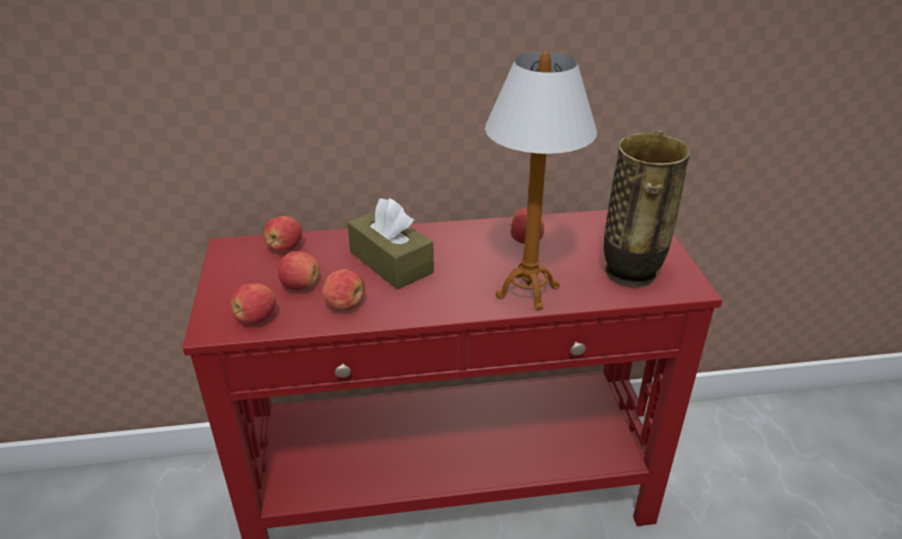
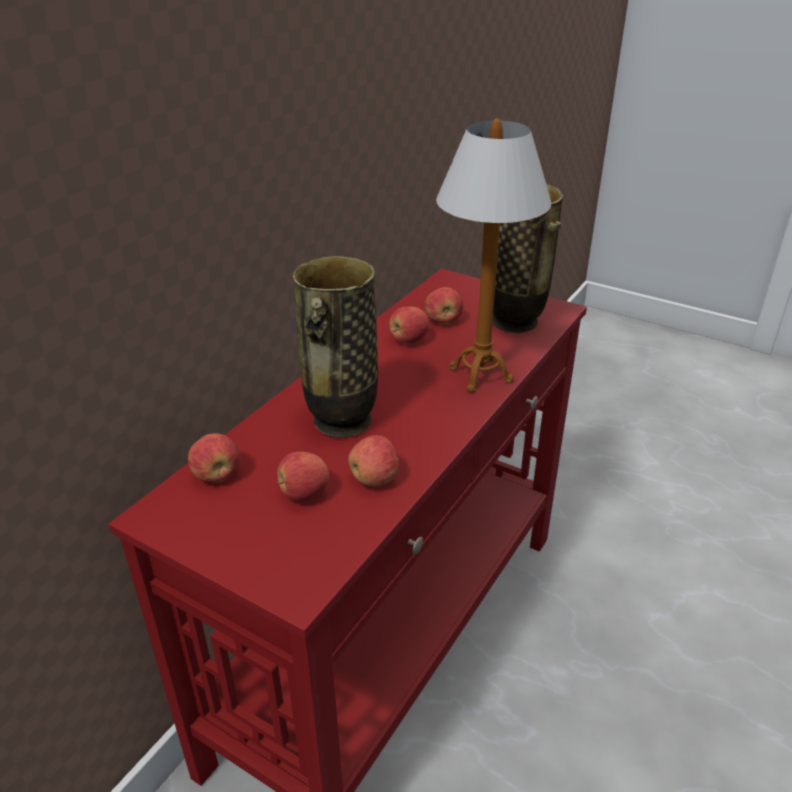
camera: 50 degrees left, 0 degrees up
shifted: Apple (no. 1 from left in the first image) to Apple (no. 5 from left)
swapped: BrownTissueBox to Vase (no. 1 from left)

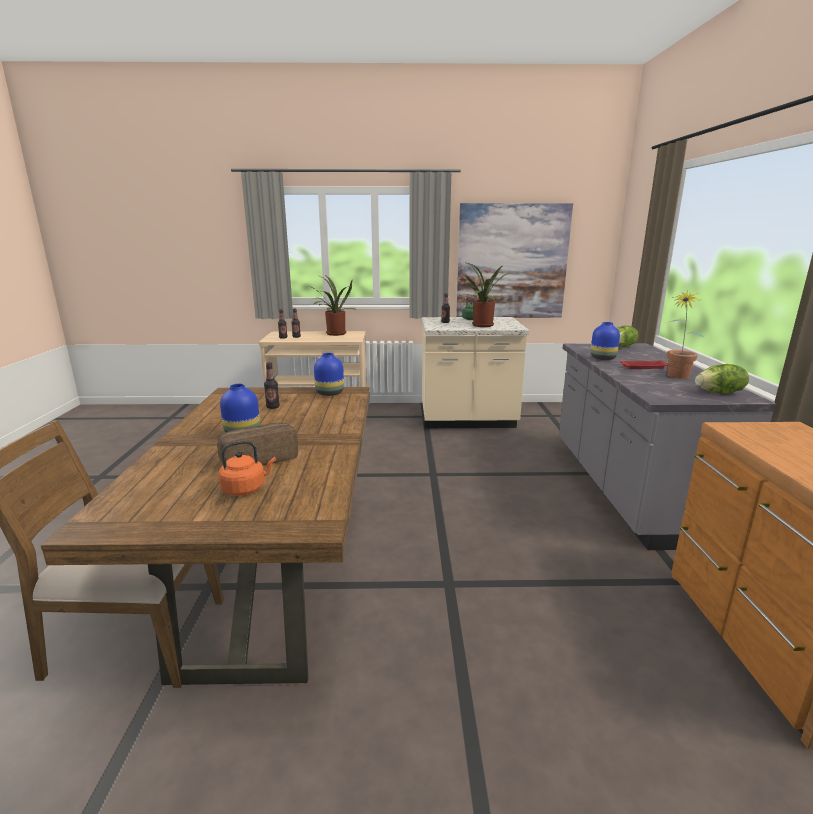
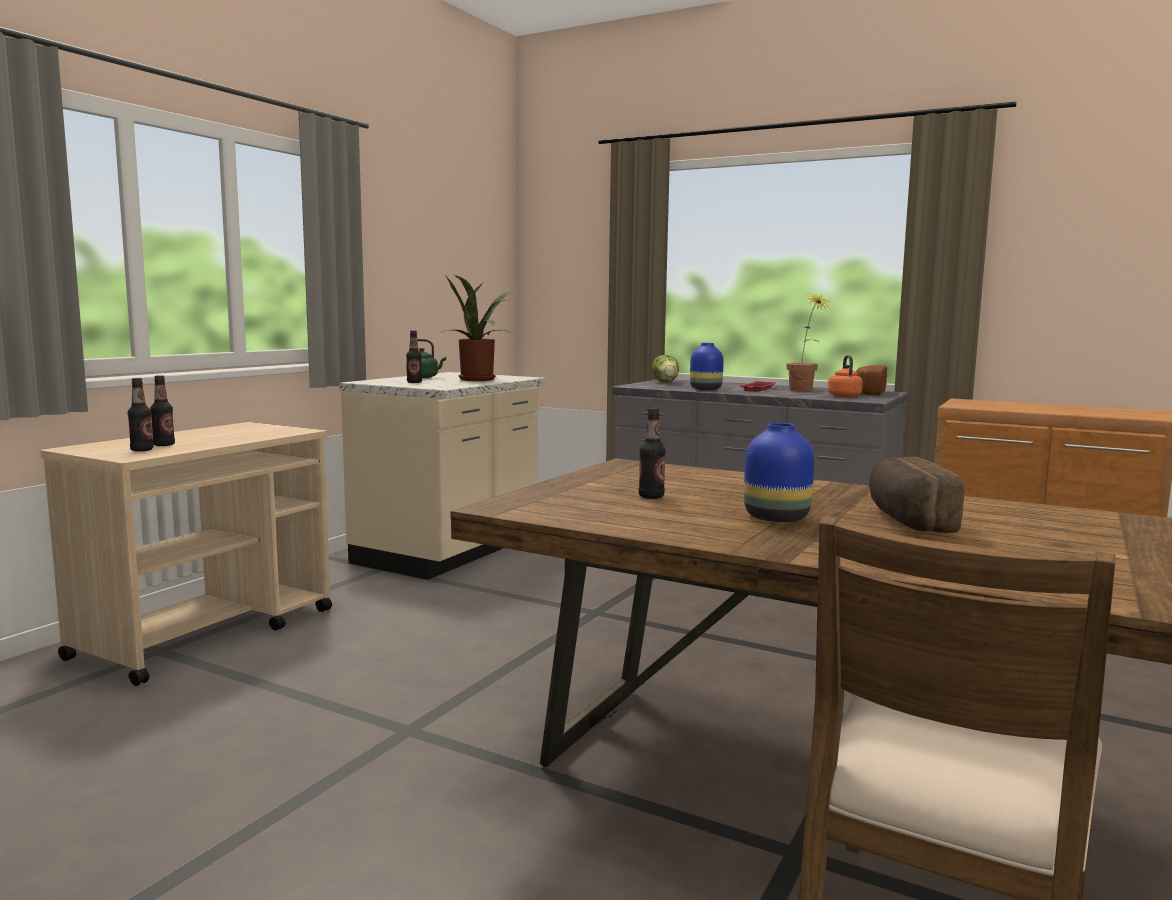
camera: 60 degrees left, 10 degrees down
gone: PottedPlant (no. 1 from left); BlueVase (no. 2 from left); Picture
shifted: OrangeKettle
swapped: Lettuce (no. 2 from left) to Bread (no. 1 from left)

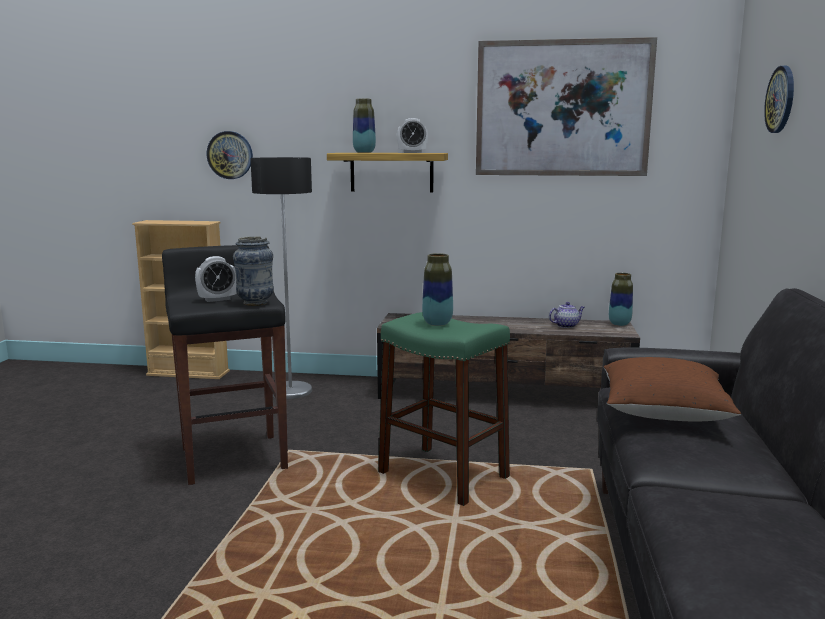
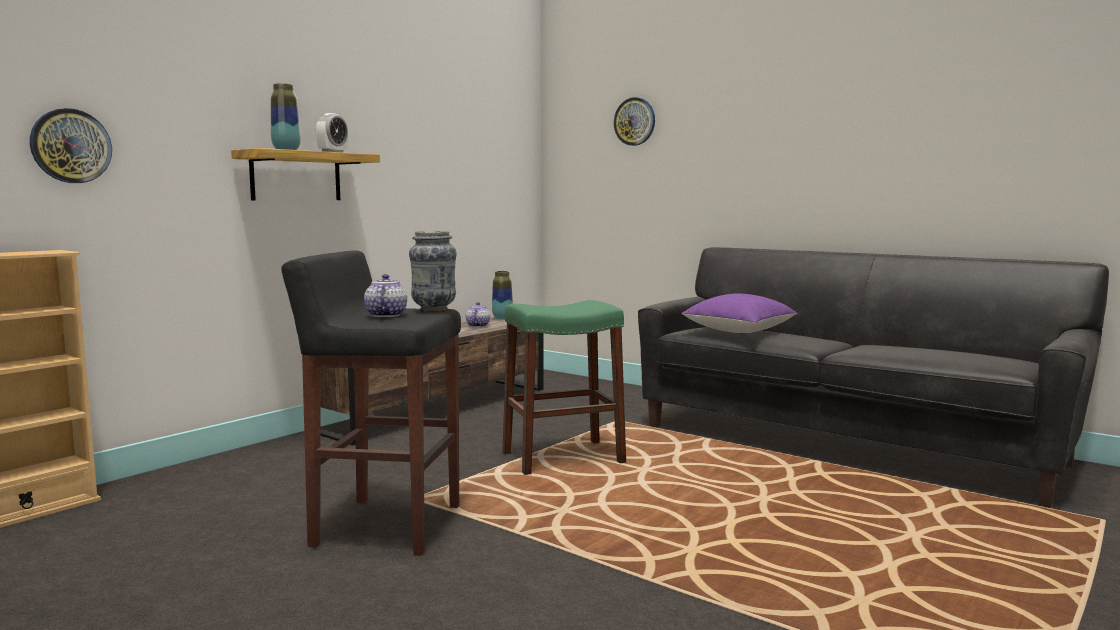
camera: 60 degrees left, 5 degrees down
gone: FloorLamp; Vase (no. 3 from left); Picture
swapped: AlarmClock (no. 1 from left) to Teapot (no. 1 from left)
repainted: BrownPillow to PurplePillow

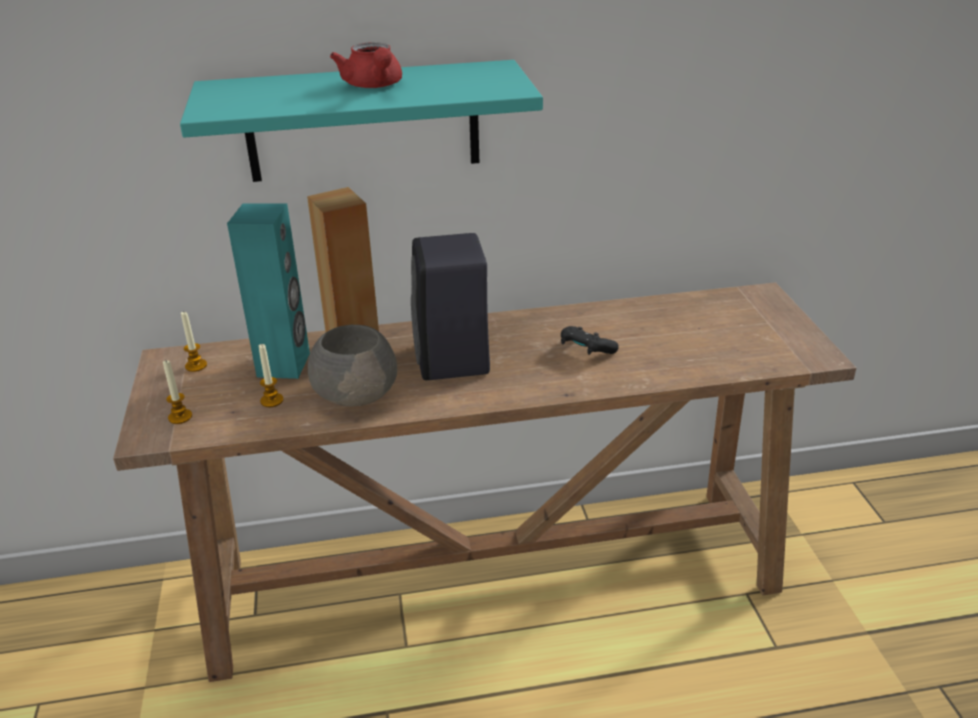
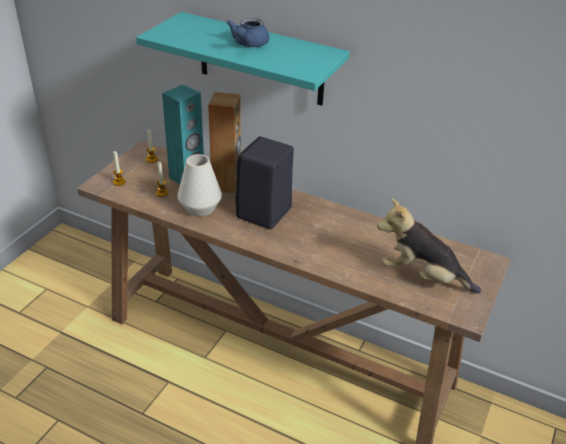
camera: 35 degrees right, 5 degrees up
gone: BlackGameController
new: PlushToy
swapped: GreyBowl to WhiteVase
repainted: RedTeapot to BlueTeapot

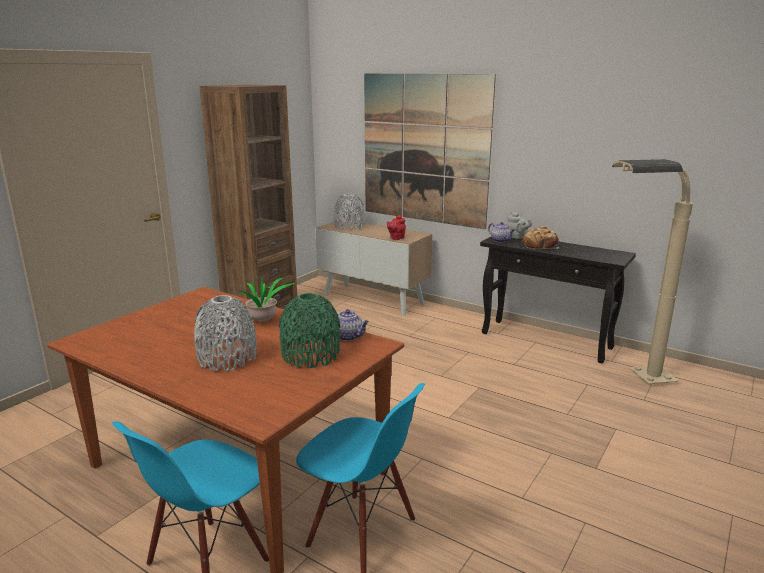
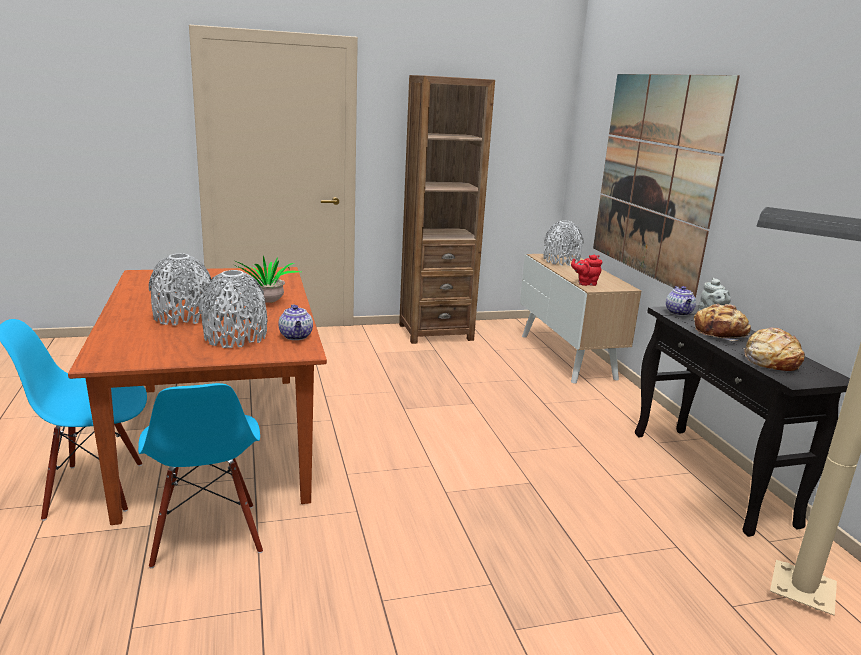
camera: 40 degrees right, 0 degrees up
new: Bread (no. 2 from left)
repainted: GreenVase to GreyVase (no. 2 from left)

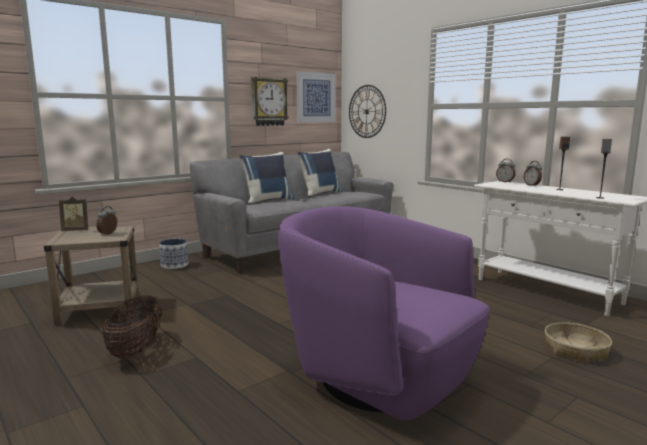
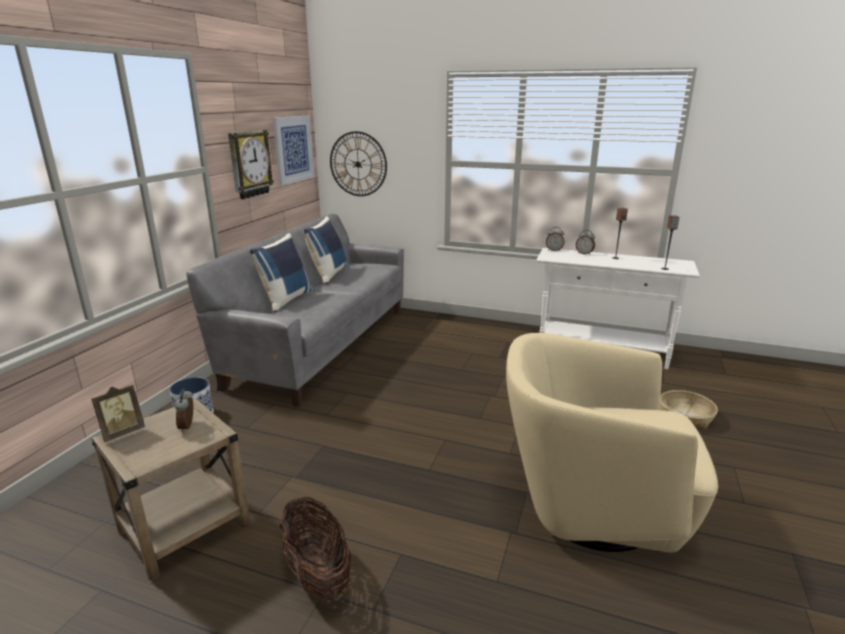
camera: 30 degrees left, 10 degrees up
repainted: PurpleArmchair to BeigeArmchair

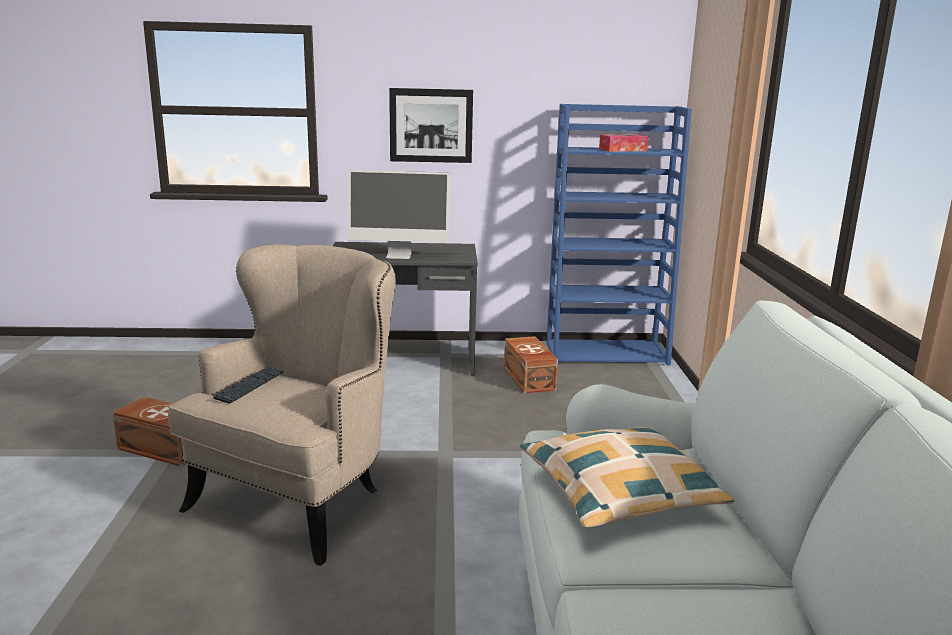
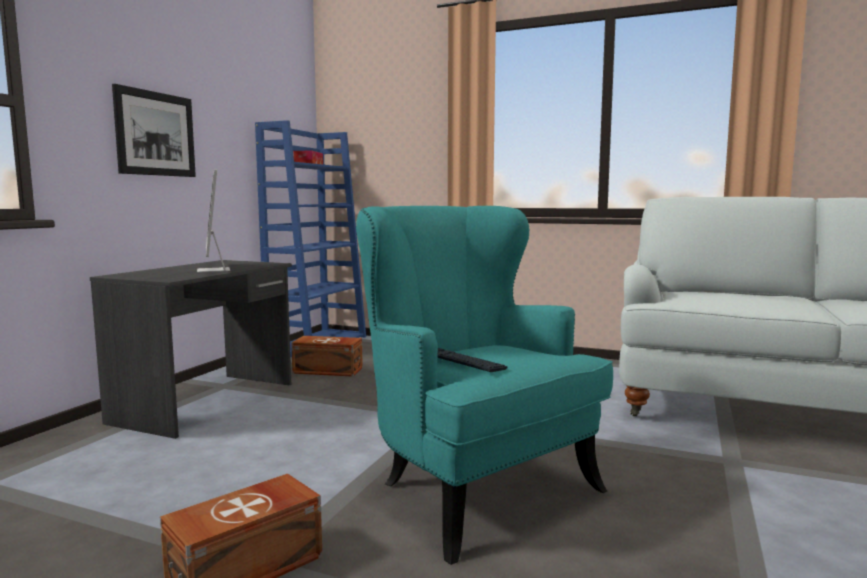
camera: 65 degrees left, 10 degrees down
gone: Pillow
repainted: BeigeArmchair to TurquoiseArmchair
rotated: Monitor 135 degrees clockwise

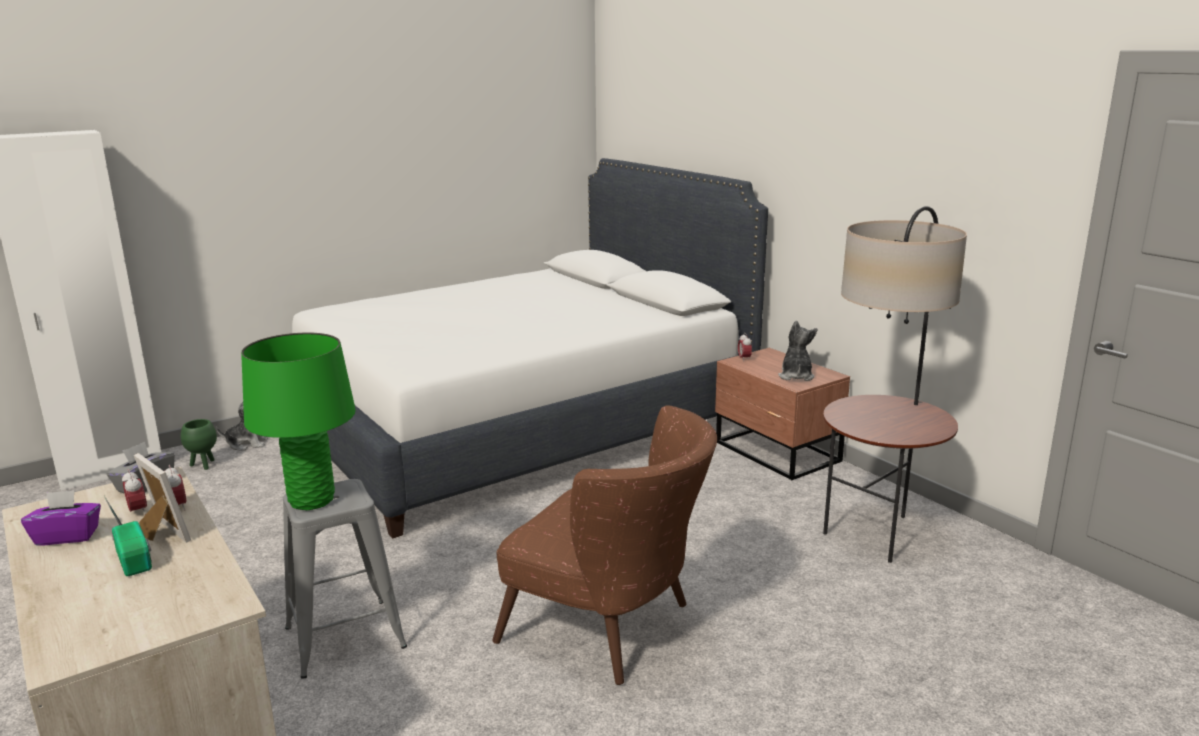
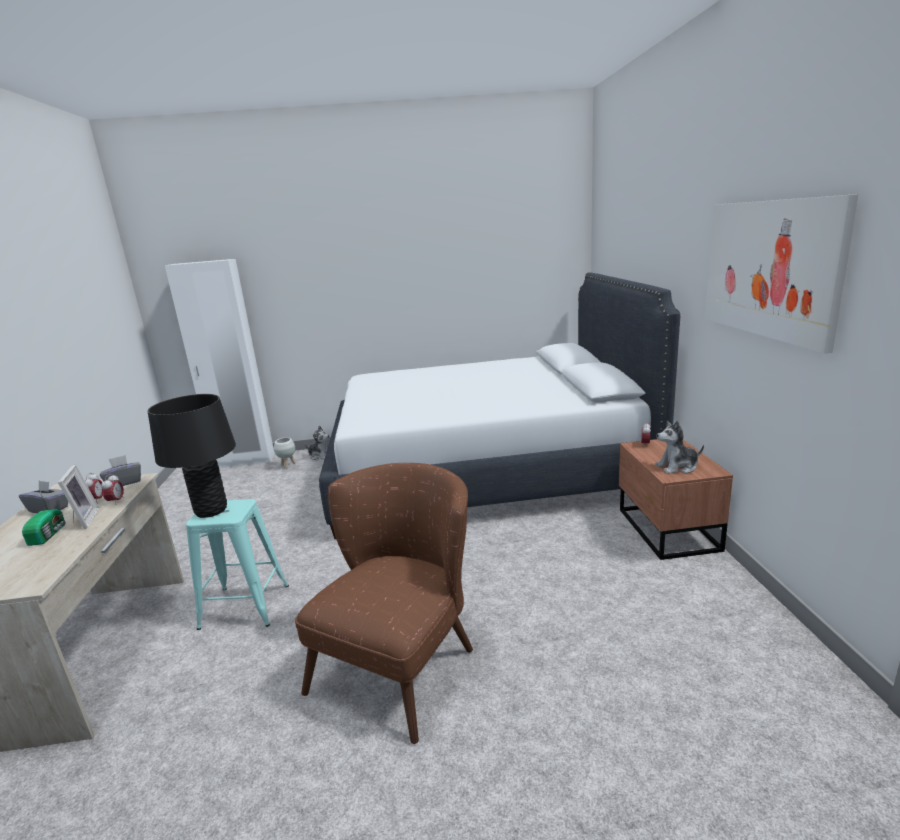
camera: 30 degrees right, 0 degrees up
gone: FloorLamp
new: Picture
repainted: PurpleTissueBox to GreyTissueBox (no. 1 from left); GreenPlanter to WhitePlanter; GreenTableLamp to BlackTableLamp; GreyStool to TurquoiseStool
rotated: BrownArmchair 120 degrees counterclockwise; PlushToy (no. 2 from left) 135 degrees counterclockwise

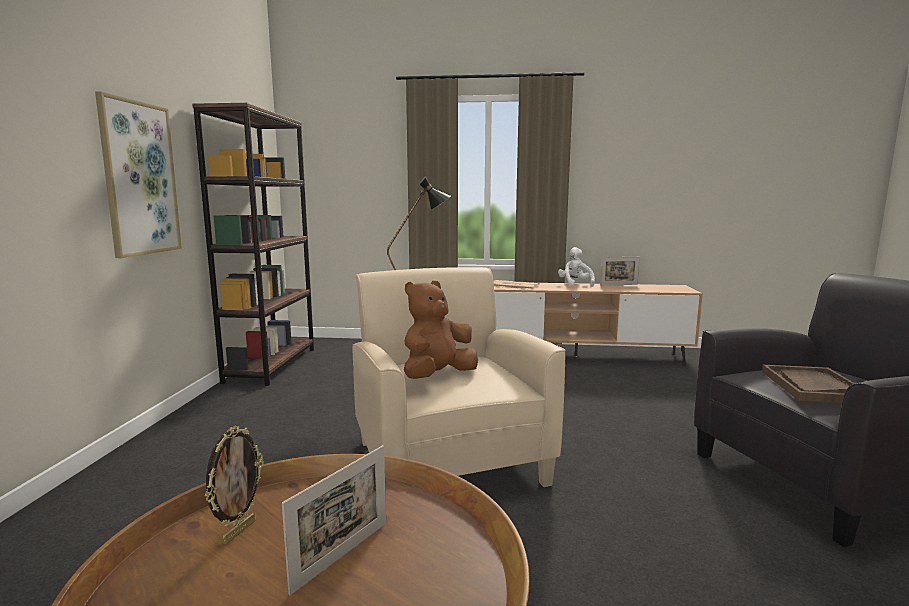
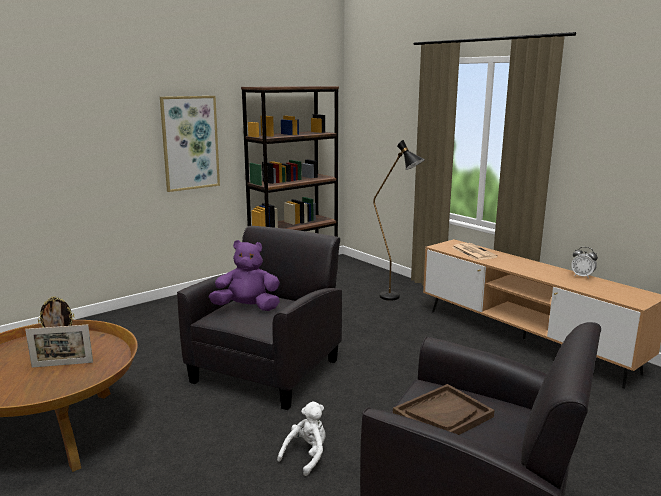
camera: 45 degrees right, 5 degrees up
shifted: WhitePlushToy
swapped: PictureFrame (no. 3 from left) to AlarmClock
repainted: BeigeArmchair to BlackArmchair (no. 1 from left); BrownPlushToy to PurplePlushToy

